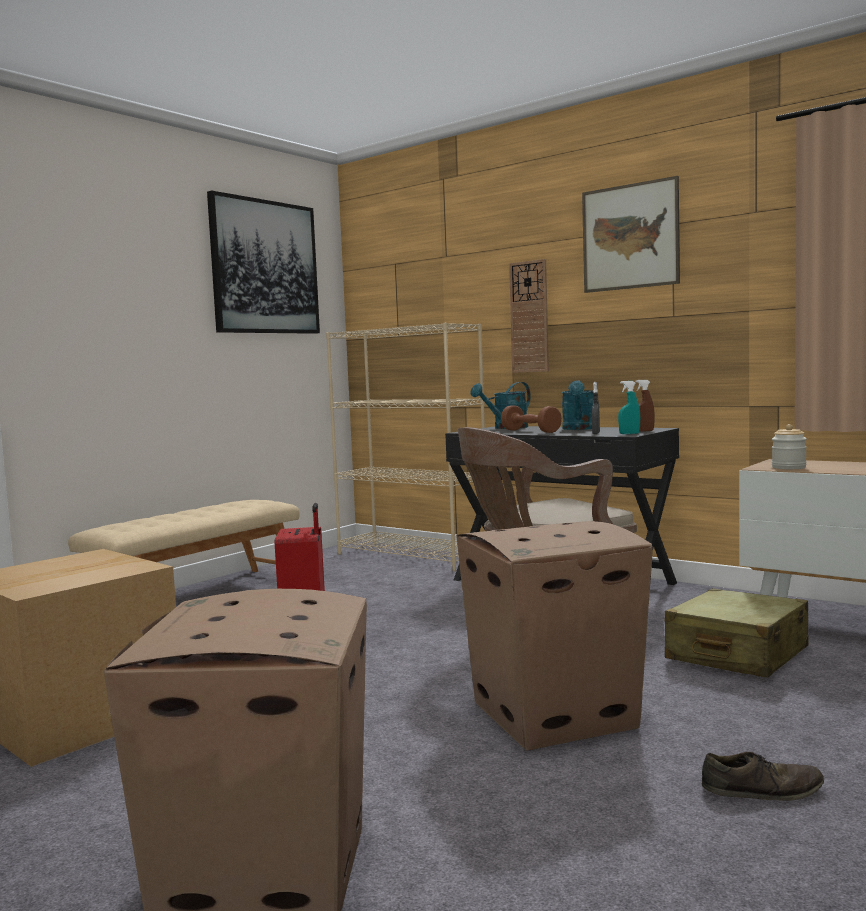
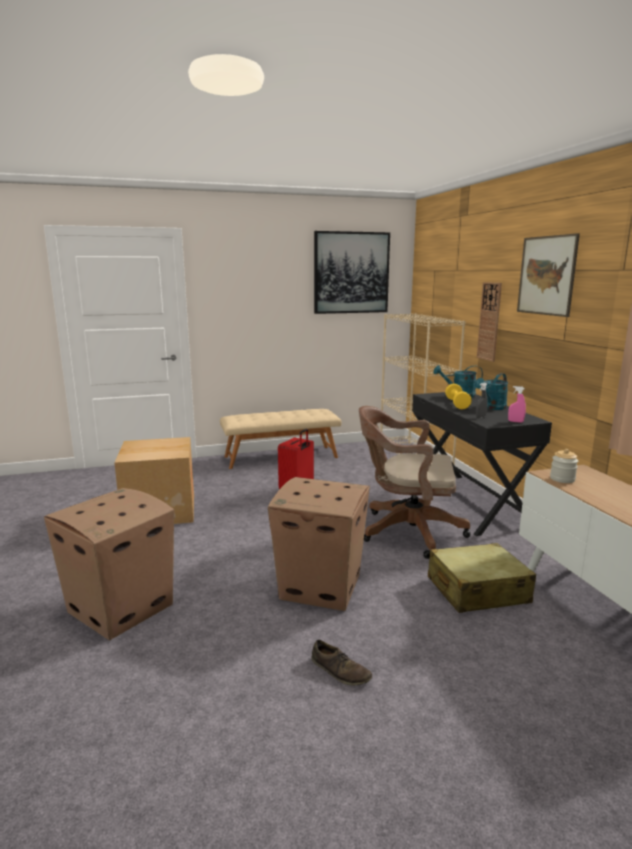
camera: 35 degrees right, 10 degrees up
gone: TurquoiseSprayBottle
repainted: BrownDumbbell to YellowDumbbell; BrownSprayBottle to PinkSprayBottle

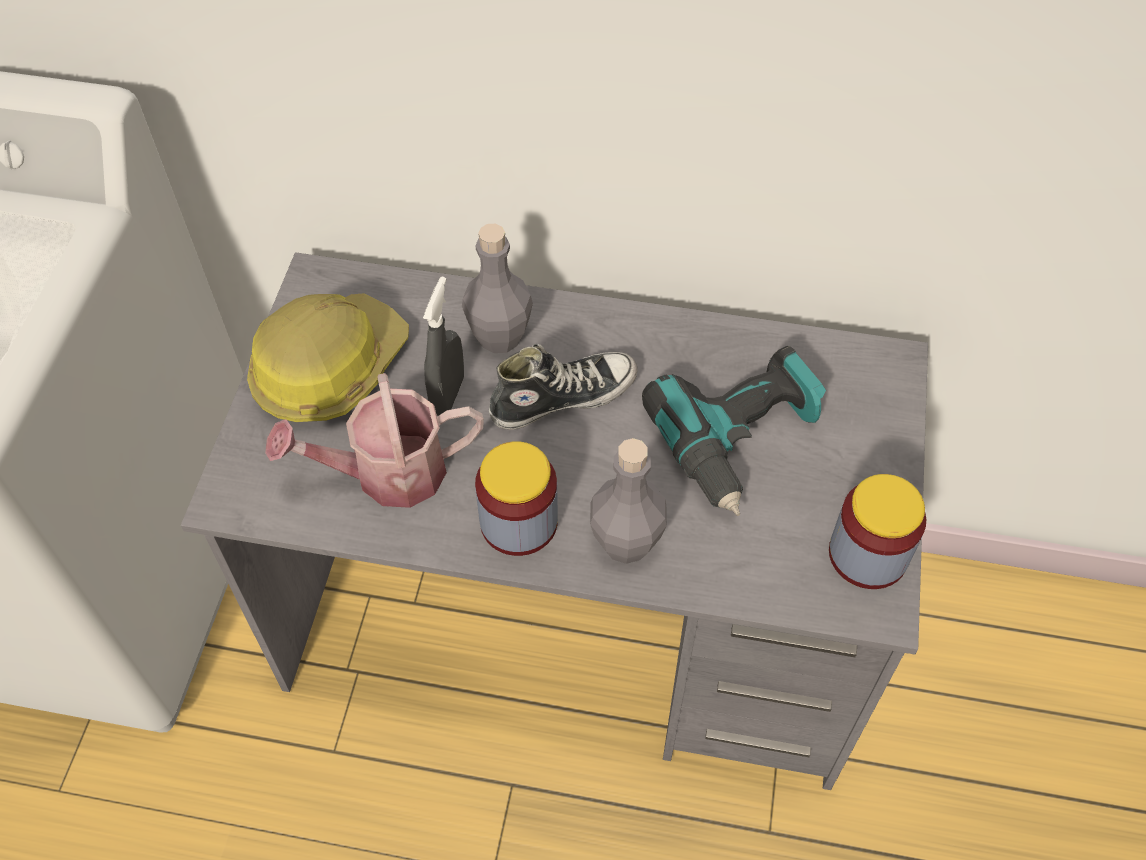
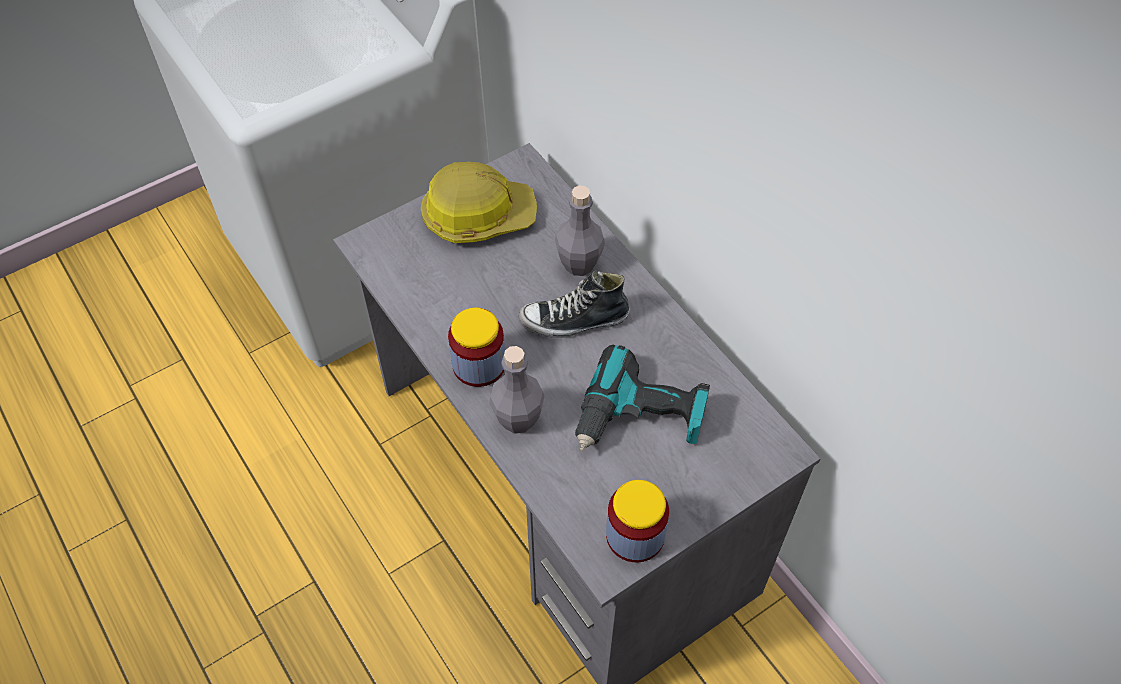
camera: 45 degrees right, 0 degrees up
gone: WateringCan; GreySprayBottle
rotated: Shoe 150 degrees clockwise

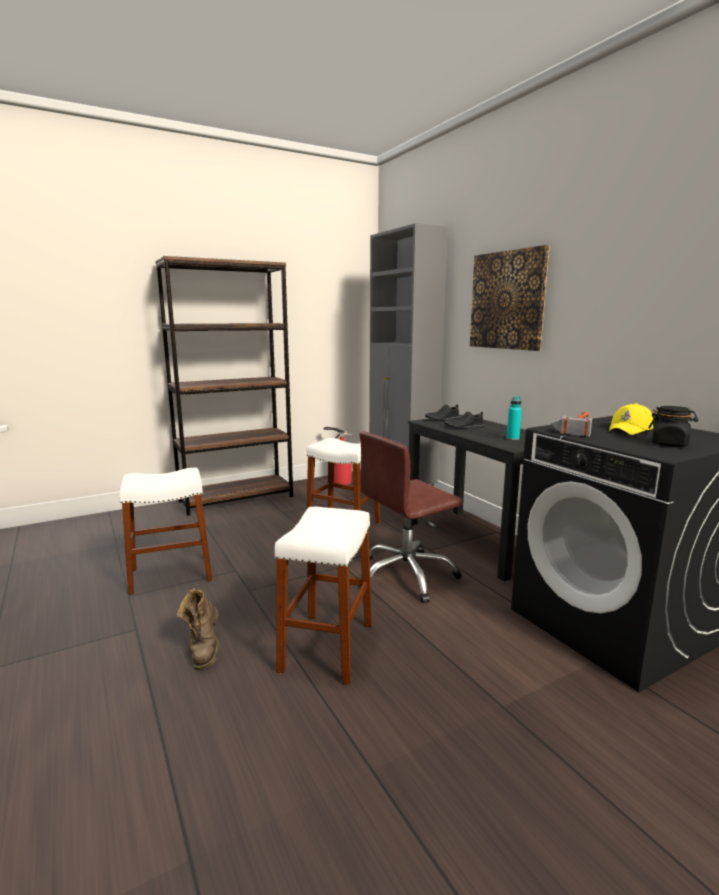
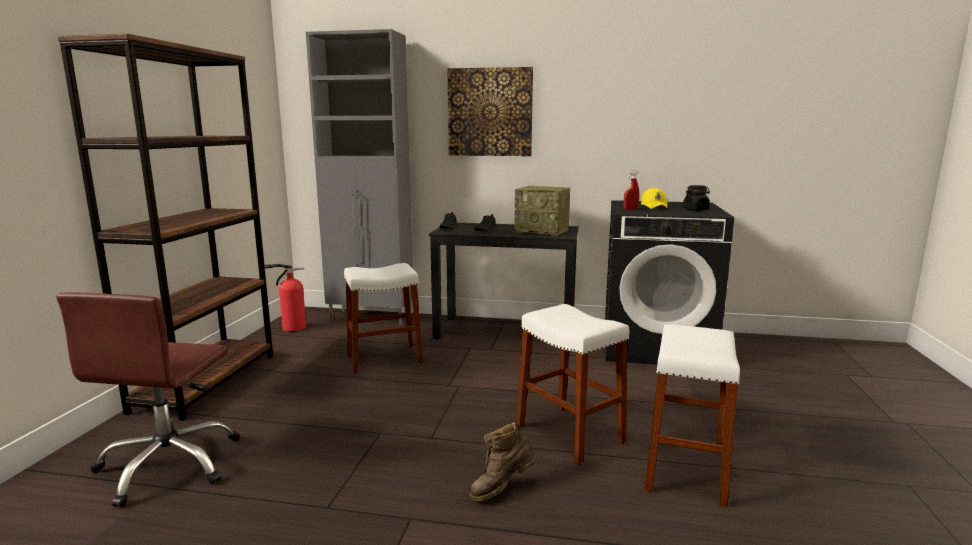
camera: 50 degrees left, 0 degrees up
shifted: WhiteStool (no. 1 from left in the first image) to WhiteStool (no. 3 from left); BrownOfficeChair
swapped: TurquoiseBottle to Radio; Hammer to RedSprayBottle
rotated: BrownBoot 120 degrees clockwise

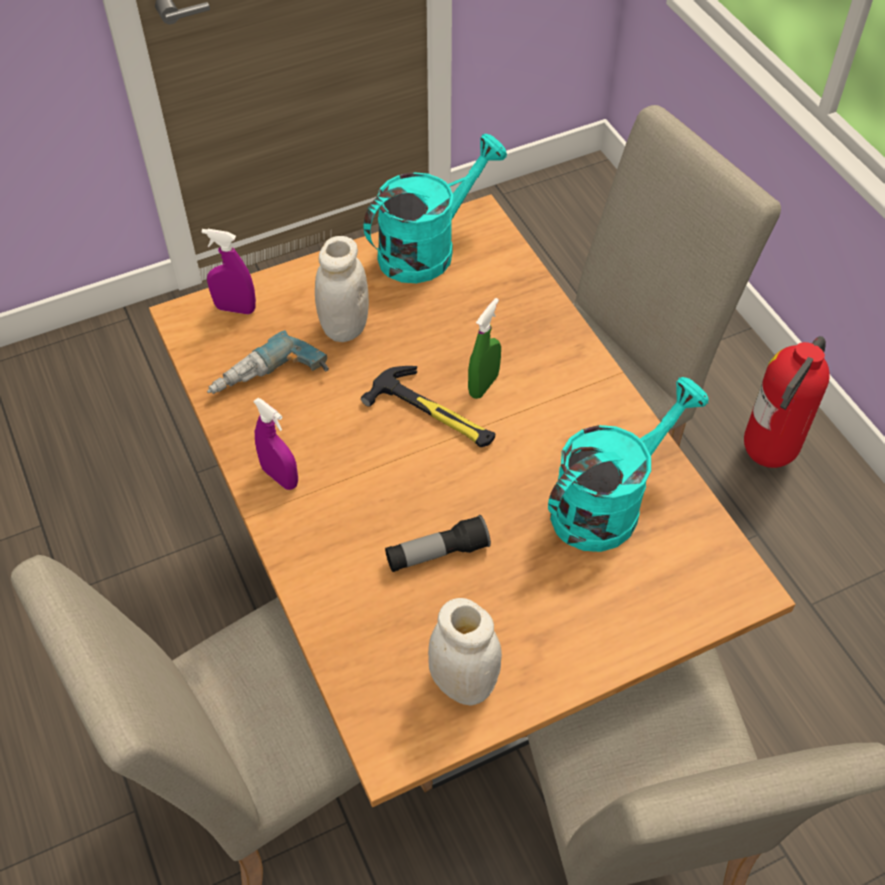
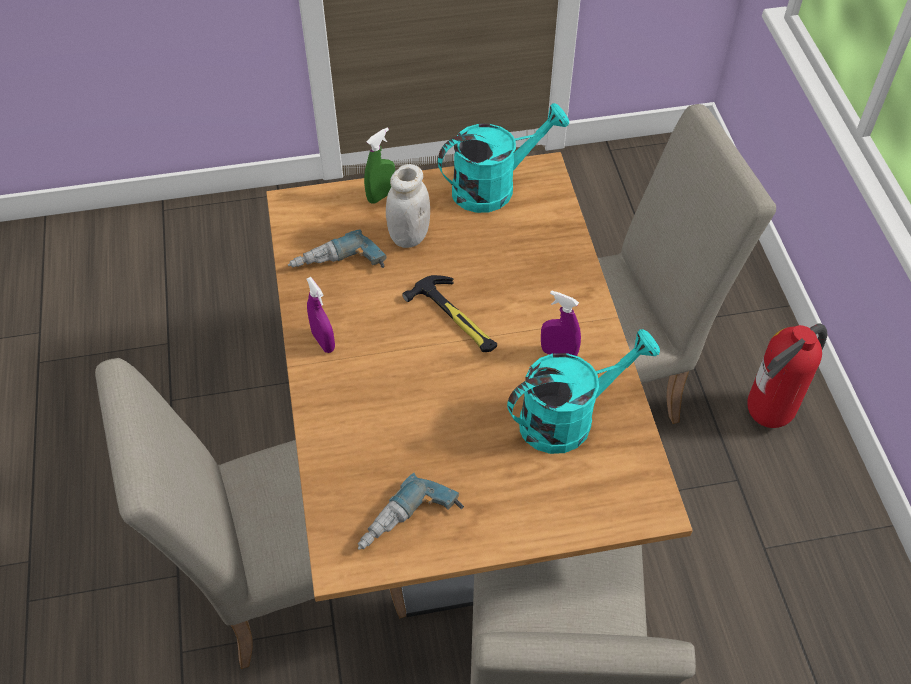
camera: 15 degrees right, 0 degrees up
gone: Flashlight
shifted: PurpleSprayBottle (no. 1 from left in the first image) to PurpleSprayBottle (no. 2 from left); GreenSprayBottle
swapped: WhiteJar (no. 2 from left) to PowerDrill (no. 2 from left)

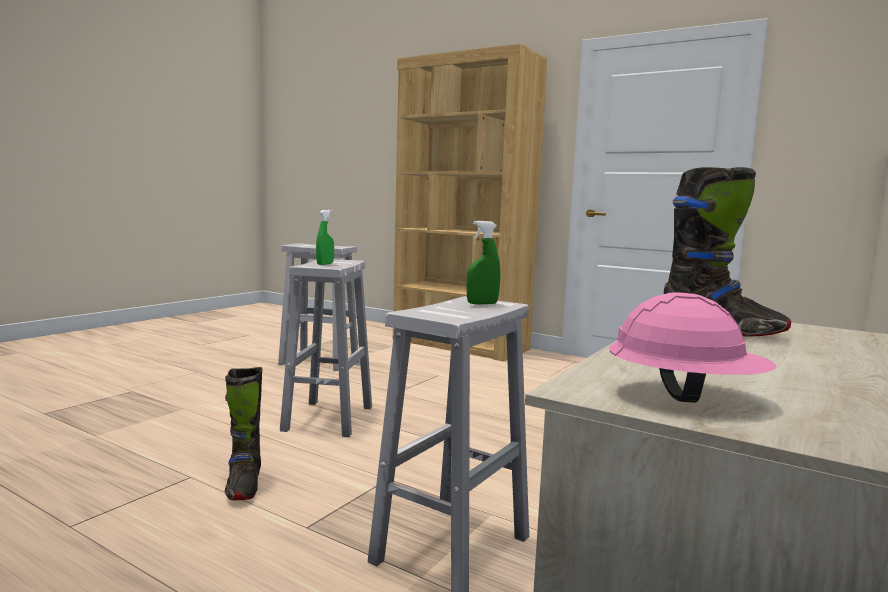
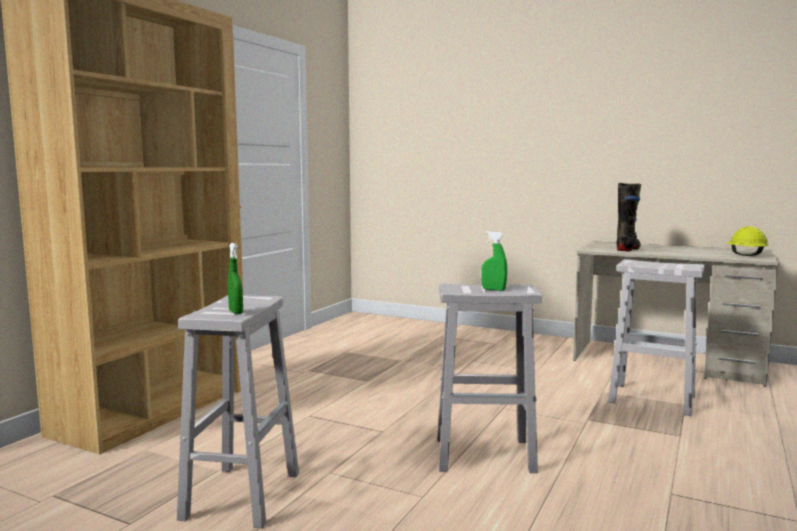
camera: 95 degrees left, 0 degrees up
gone: BlackBoot (no. 1 from left)
shifted: GreenSprayBottle (no. 2 from left in the first image) to GreenSprayBottle (no. 1 from left)
repainted: PinkHardHat to YellowHardHat

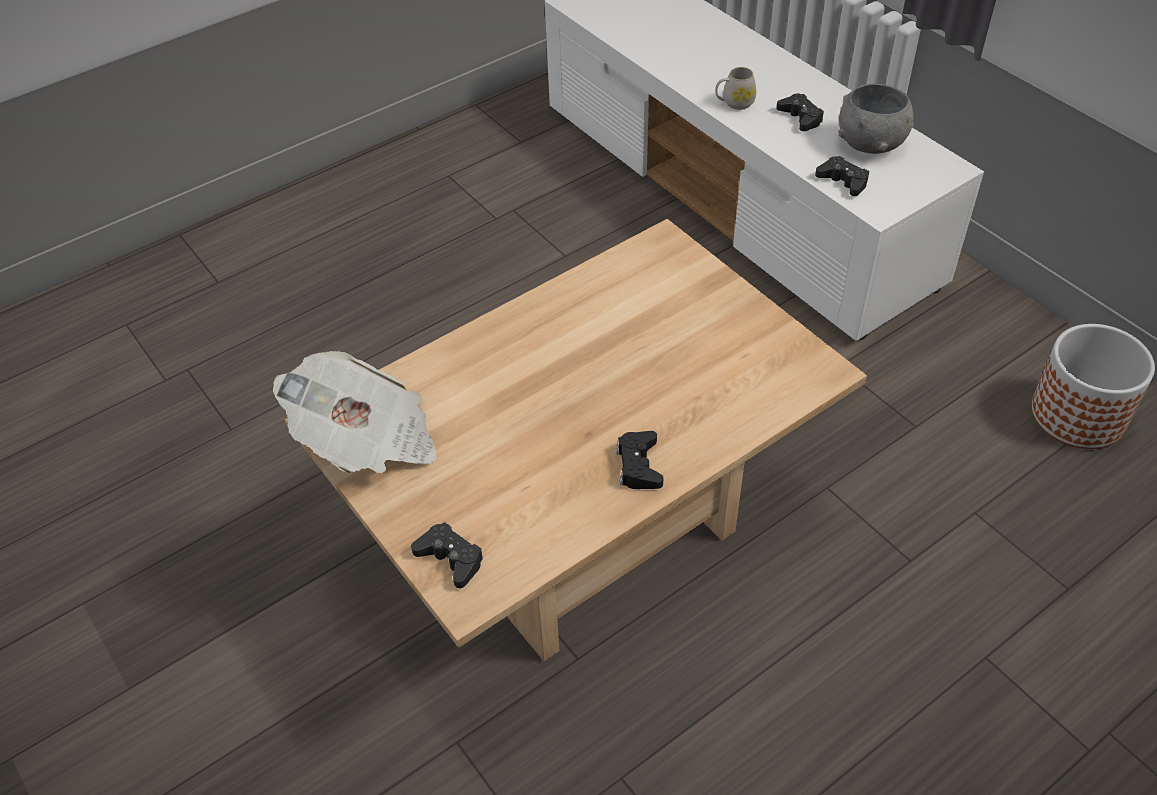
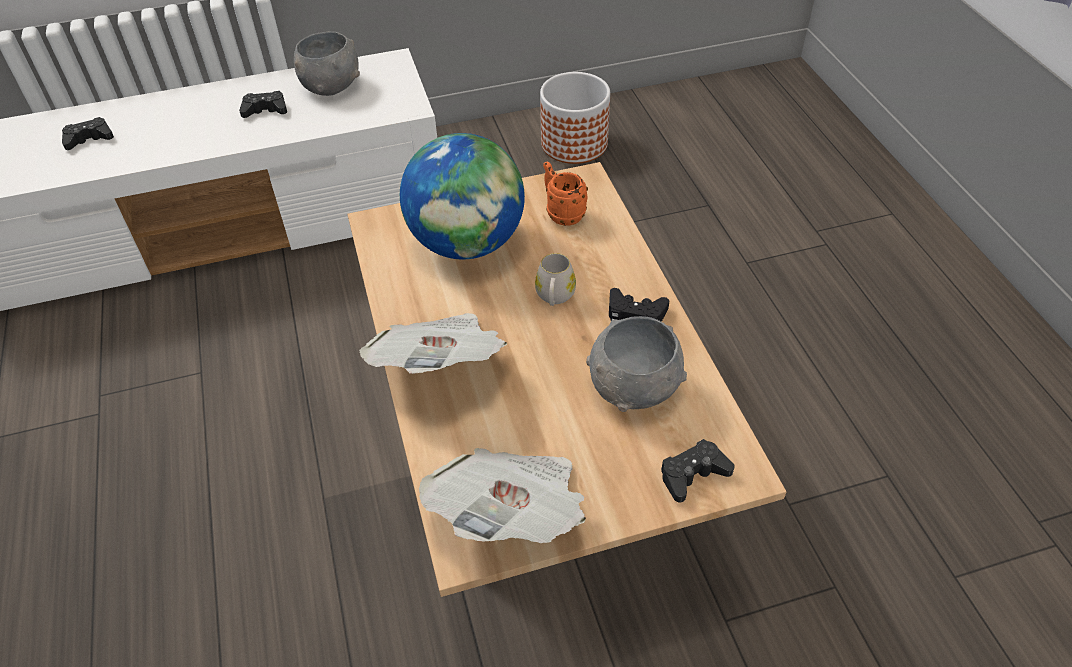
camera: 70 degrees left, 0 degrees up
new: Newspaper (no. 1 from left); Globe; OrangeMug; GreyBowl (no. 2 from left)
shifted: WhiteMug; BlackGameController (no. 4 from left in the first image) to BlackGameController (no. 1 from left)

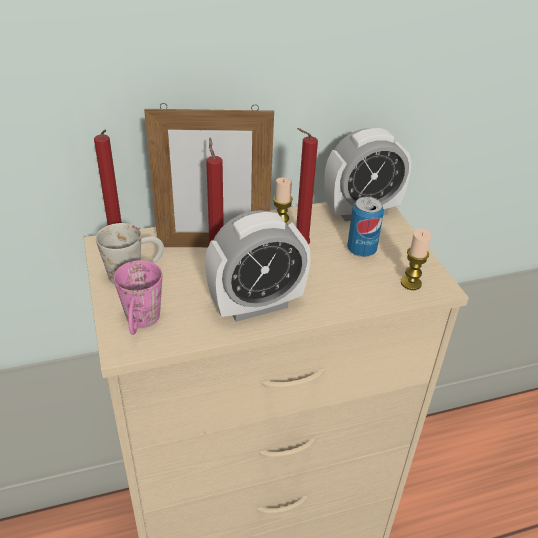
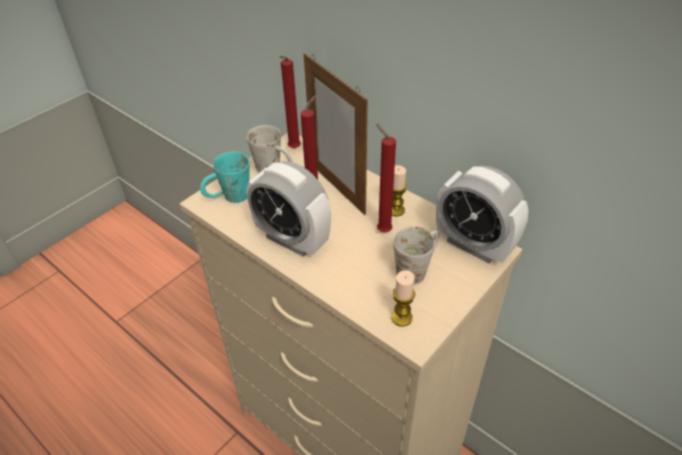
camera: 60 degrees right, 5 degrees up
swapped: Can to WhiteMug (no. 2 from left)
repainted: PinkMug to TurquoiseMug

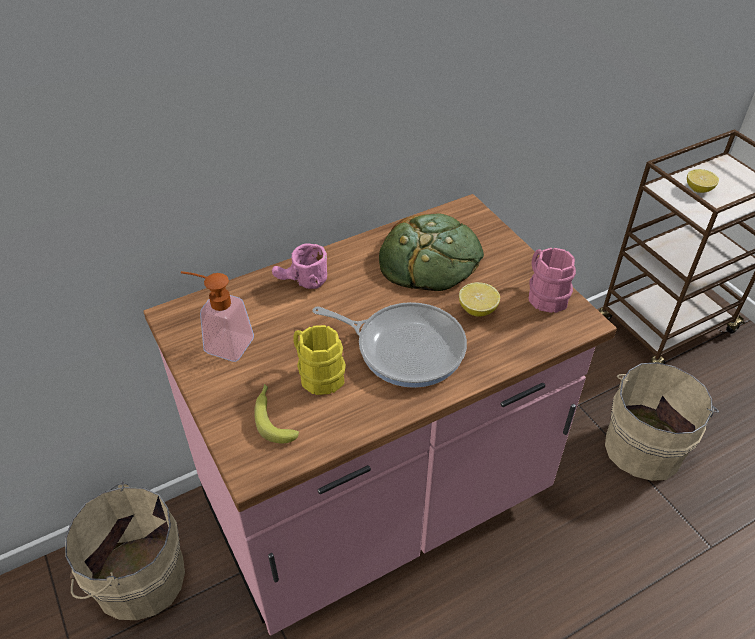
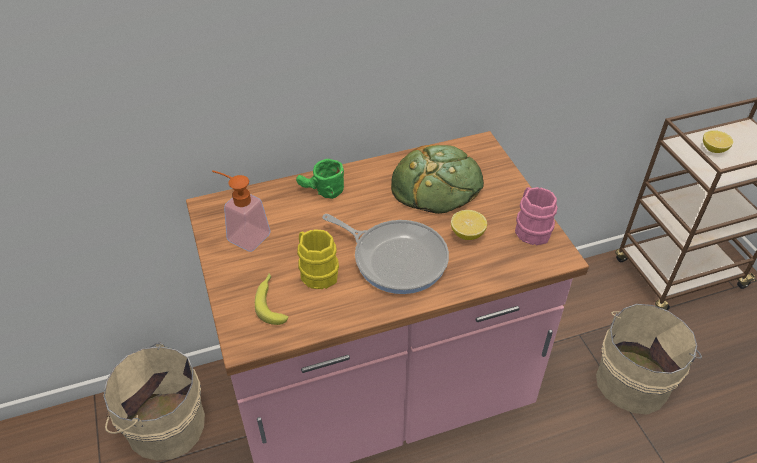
camera: 10 degrees right, 0 degrees up
repainted: PinkMug (no. 1 from left) to GreenMug

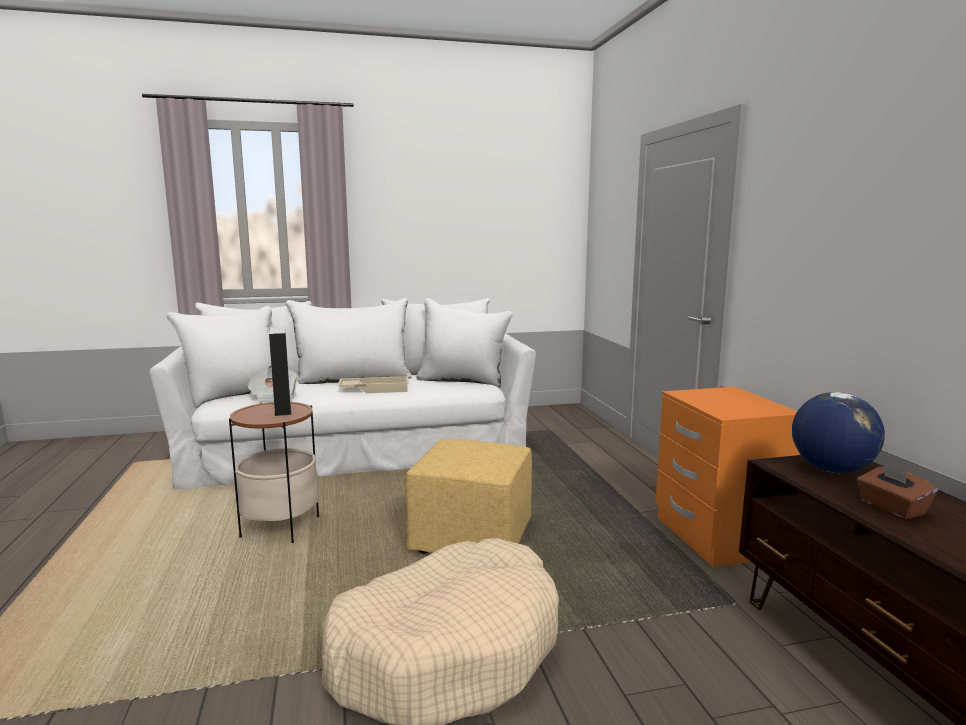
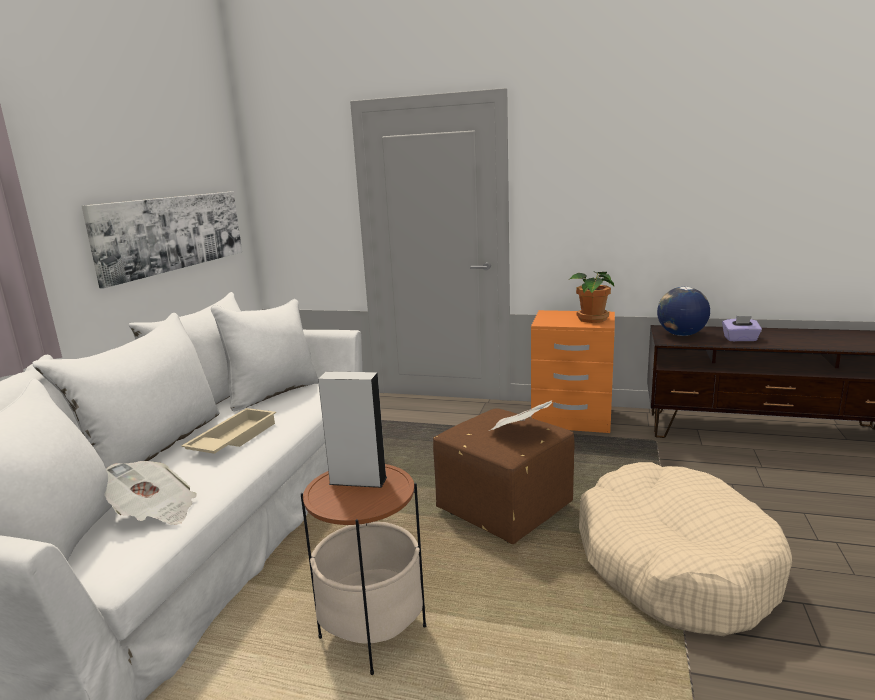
camera: 60 degrees left, 5 degrees up
new: Picture; Newspaper (no. 2 from left); PottedPlant
repainted: YellowOttoman to BrownOttoman; BrownTissueBox to PurpleTissueBox

